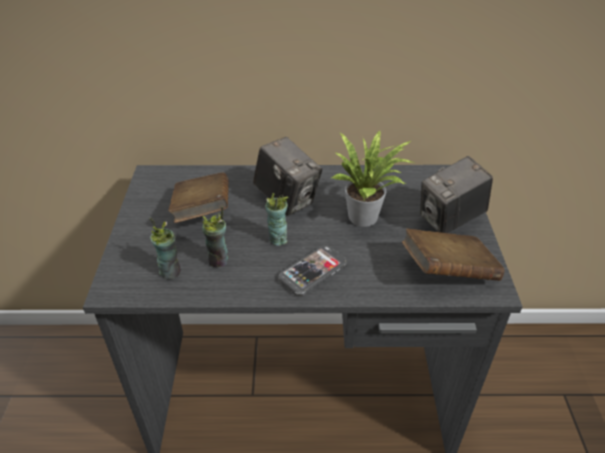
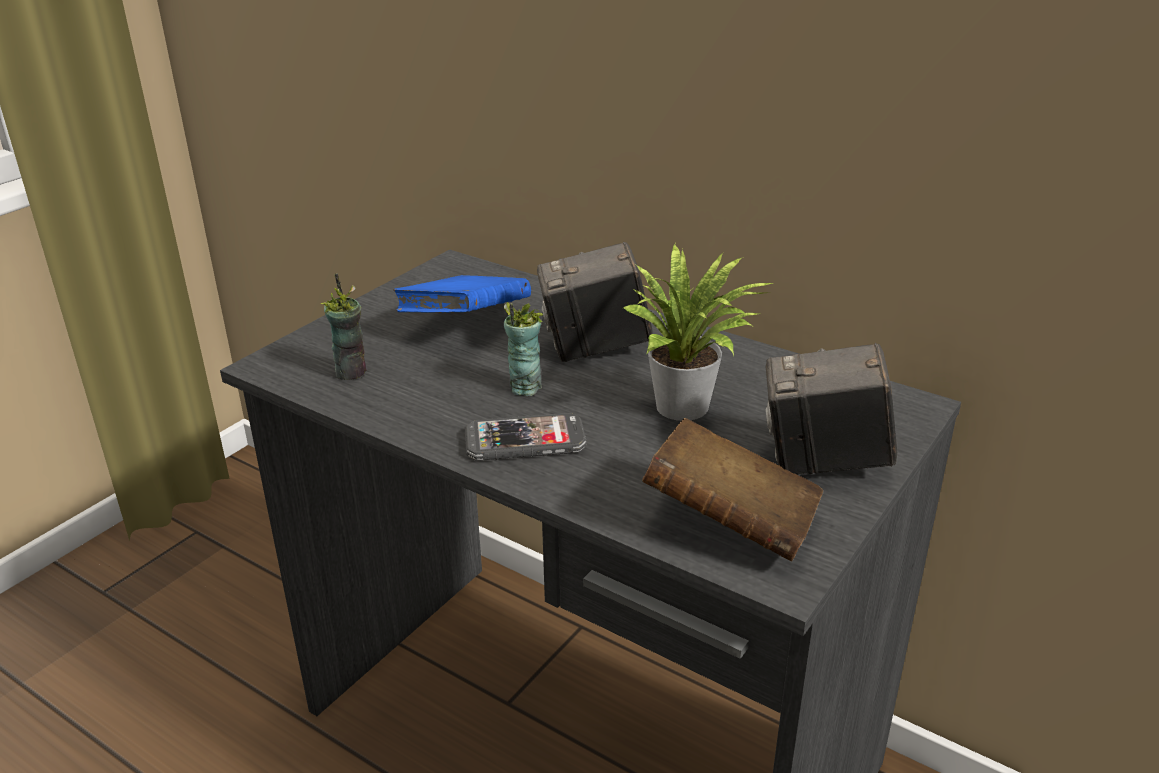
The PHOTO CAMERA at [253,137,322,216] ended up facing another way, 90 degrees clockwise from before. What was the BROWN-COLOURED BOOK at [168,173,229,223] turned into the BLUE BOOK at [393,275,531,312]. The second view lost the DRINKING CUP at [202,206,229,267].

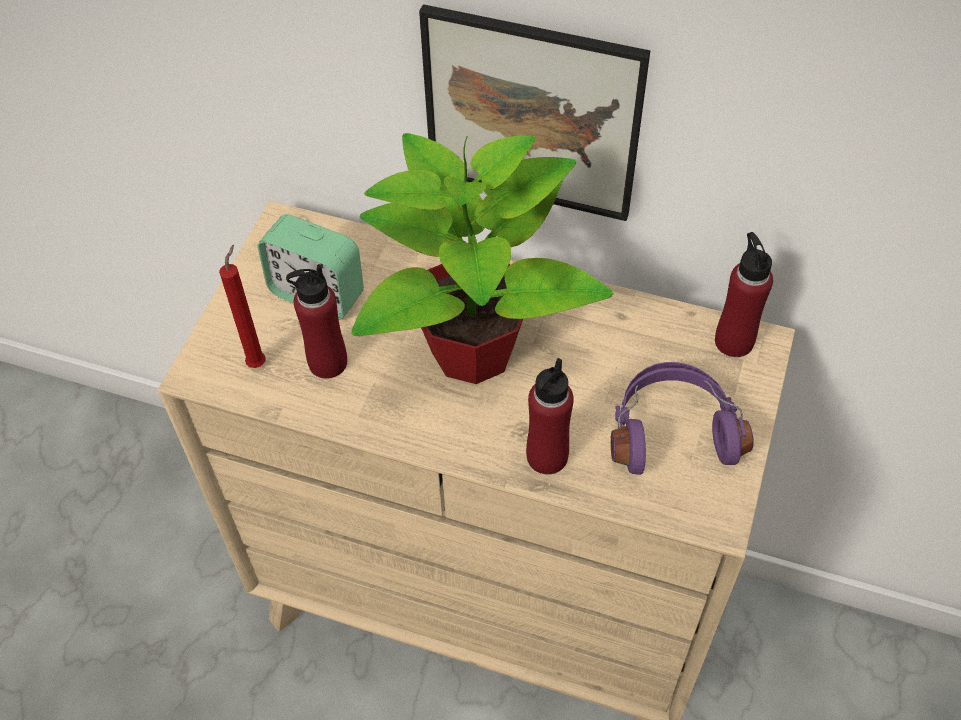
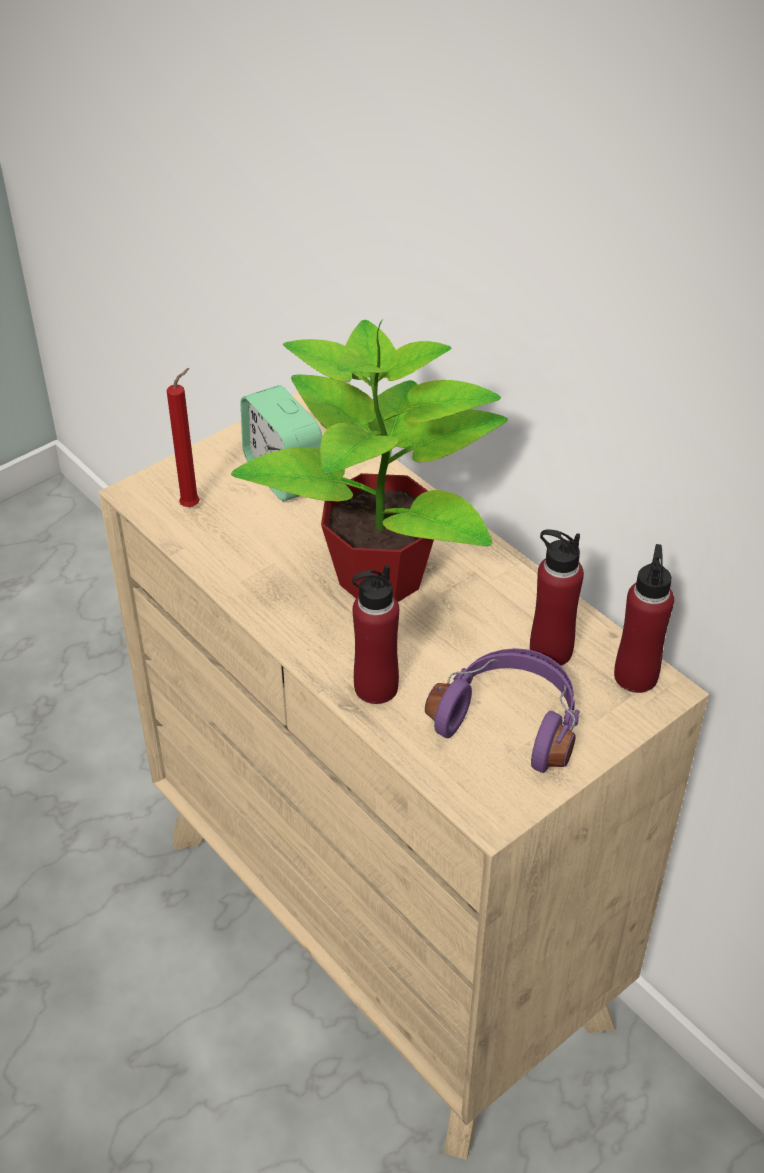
The second view lost the PICTURE at [419,4,650,221]. The RED BOTTLE ended up elsewhere, having gone from [286,264,347,379] to [530,529,584,666].

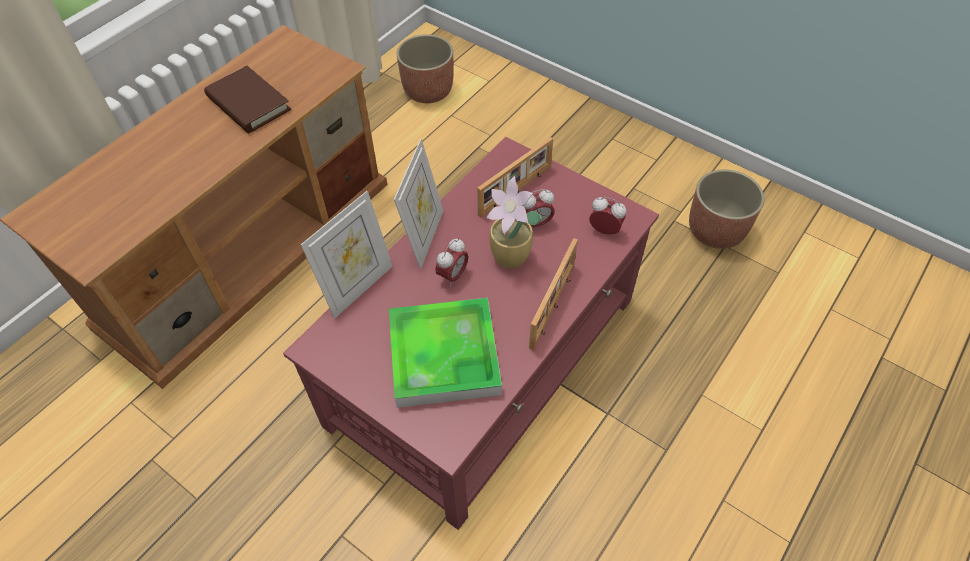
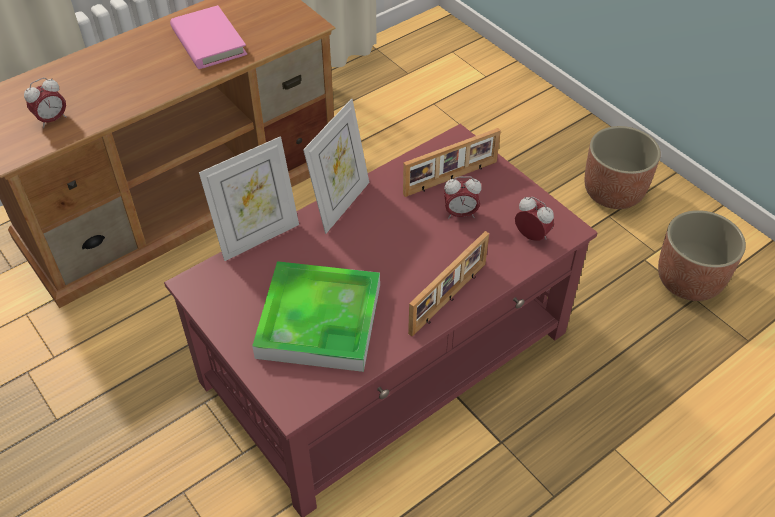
The PLANT POT ended up elsewhere, having gone from [397,34,453,103] to [585,126,661,209]. What was the BROWN-COLOURED BOOK at [204,66,291,133] turned into the PINK BOOK at [170,5,247,69]. The second view lost the HOUSEPLANT at [487,176,542,268]. The ALARM CLOCK ended up elsewhere, having gone from [435,238,468,287] to [24,77,67,128].

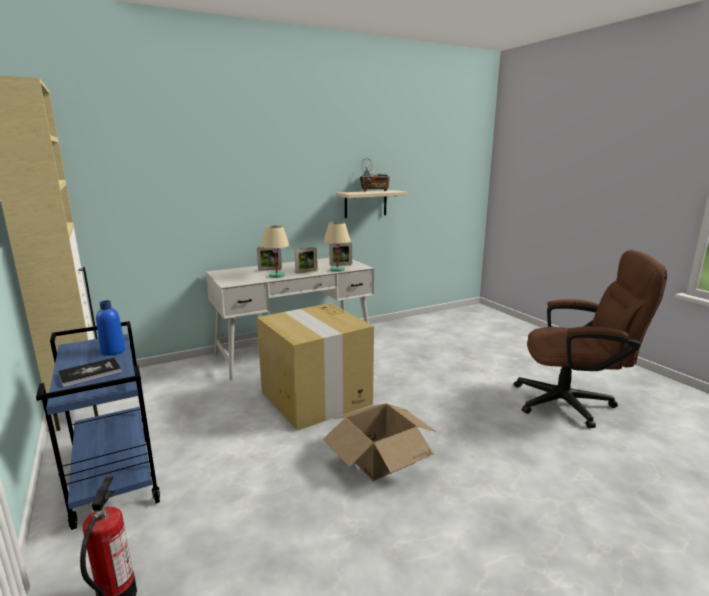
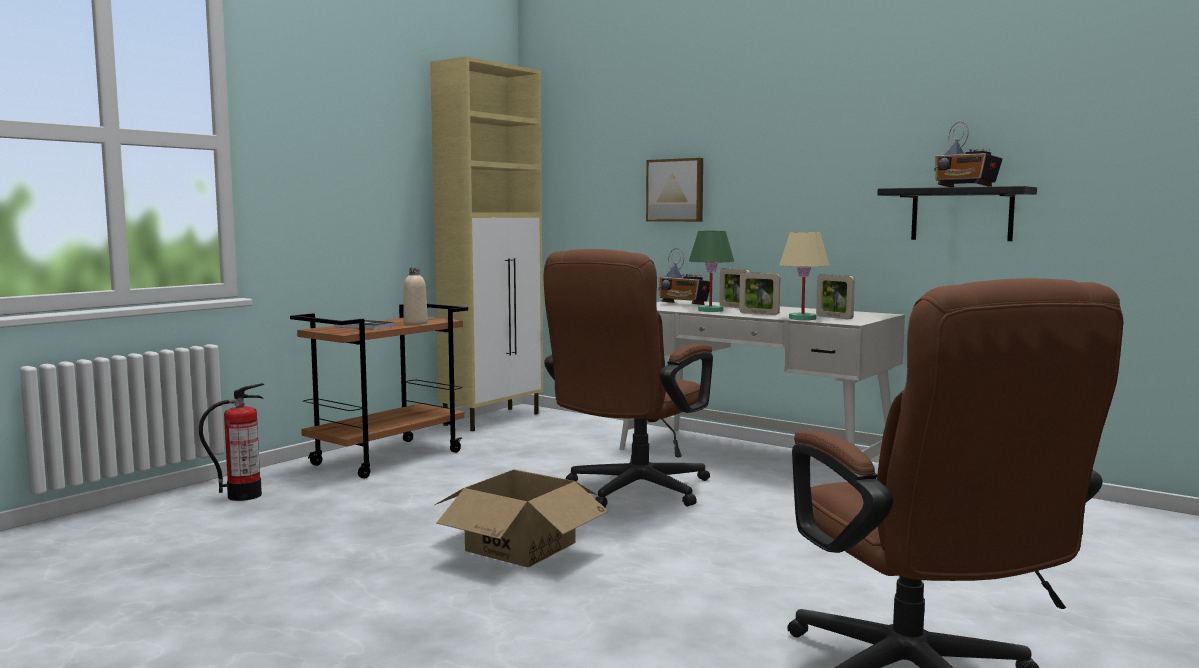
What was the BEIGE-COLOURED SHELF at [336,190,407,218] turned into the BLACK SHELF at [878,186,1037,241]. What was the BEIGE-COLOURED TABLE LAMP at [261,225,290,278] turned into the GREEN TABLE LAMP at [689,231,734,312]. What was the BLUE BOTTLE at [96,300,126,356] turned into the BEIGE-COLOURED BOTTLE at [403,268,428,325]. Where the PACKING BOX stood at [257,303,374,431], the BROWN-COLOURED COMPUTER CHAIR came to stand at [544,249,713,507]. What was the BLUE TROLLEY at [36,321,160,530] turned into the BROWN-COLOURED TROLLEY at [290,304,468,479]. The second view gained the PICTURE at [646,158,703,222]. The second view gained the RADIO RECEIVER at [658,248,710,305].

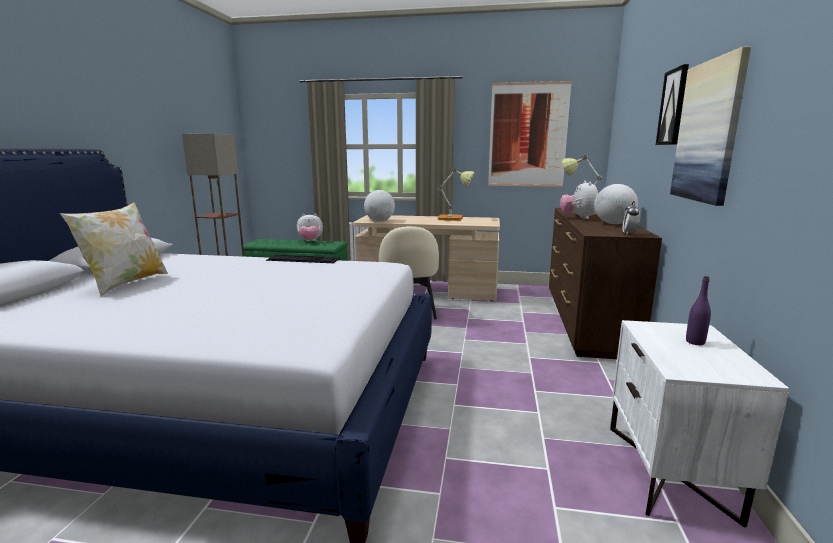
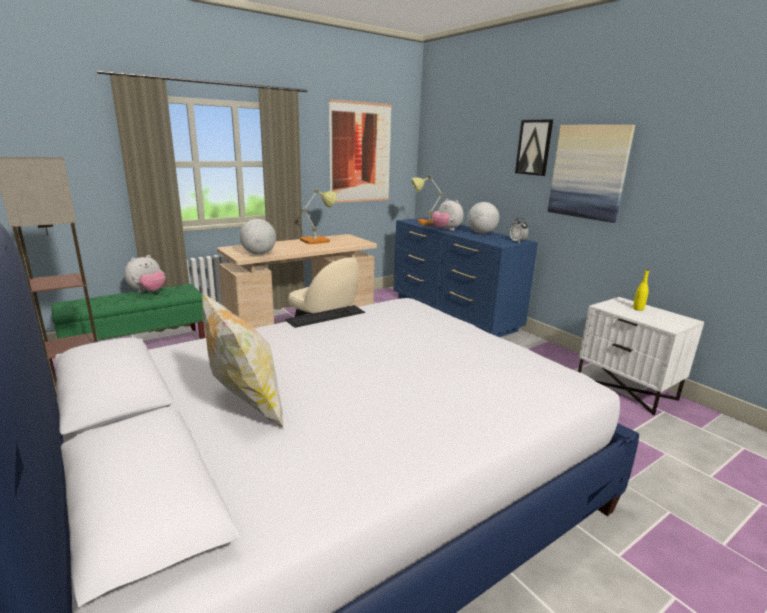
What was the BROWN-COLOURED CHEST OF DRAWERS at [549,208,662,359] turned into the BLUE CHEST OF DRAWERS at [394,217,538,337]. What was the PURPLE-COLOURED BOTTLE at [686,276,711,345] turned into the YELLOW-COLOURED BOTTLE at [633,269,649,311].

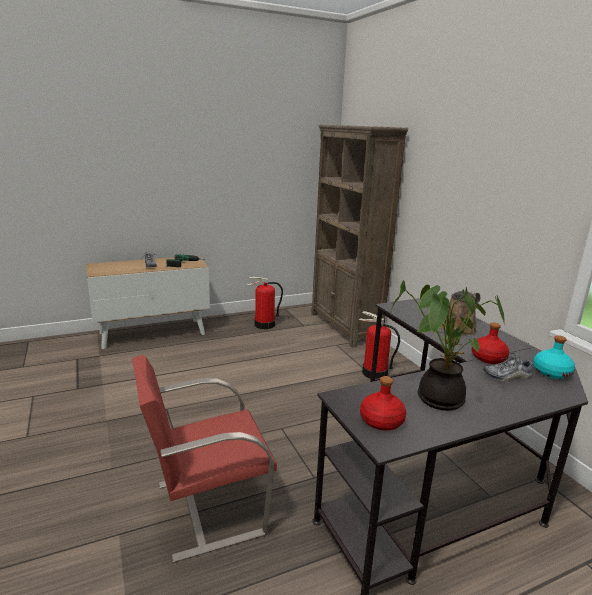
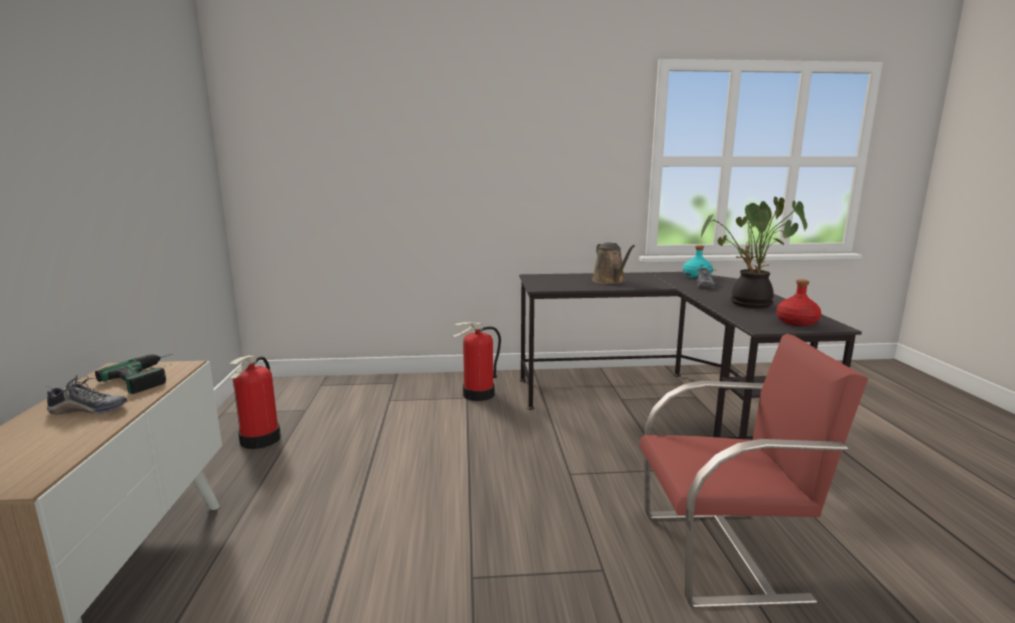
The second view lost the BROWN-COLOURED SHELVING UNIT at [311,125,408,348]. The second view lost the RED BOTTLE at [471,323,509,364]. The RED CHAIR at [132,355,277,563] ended up facing another way, 90 degrees counterclockwise from before.

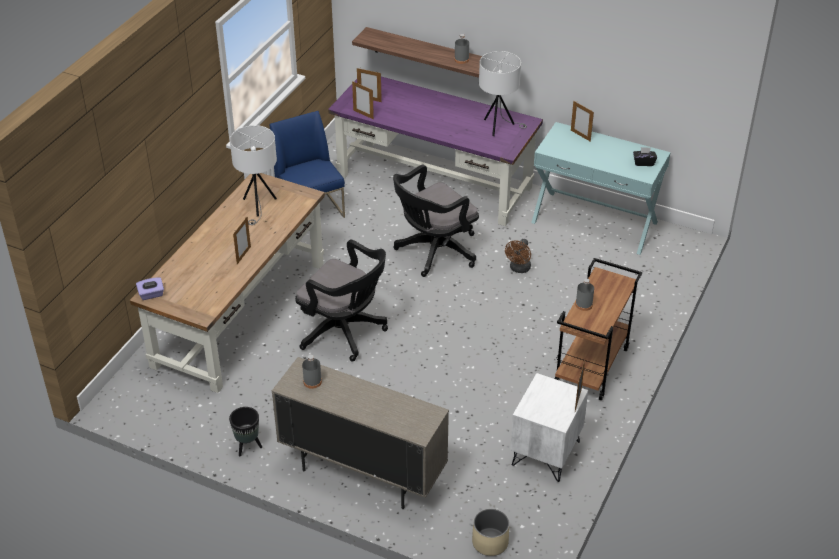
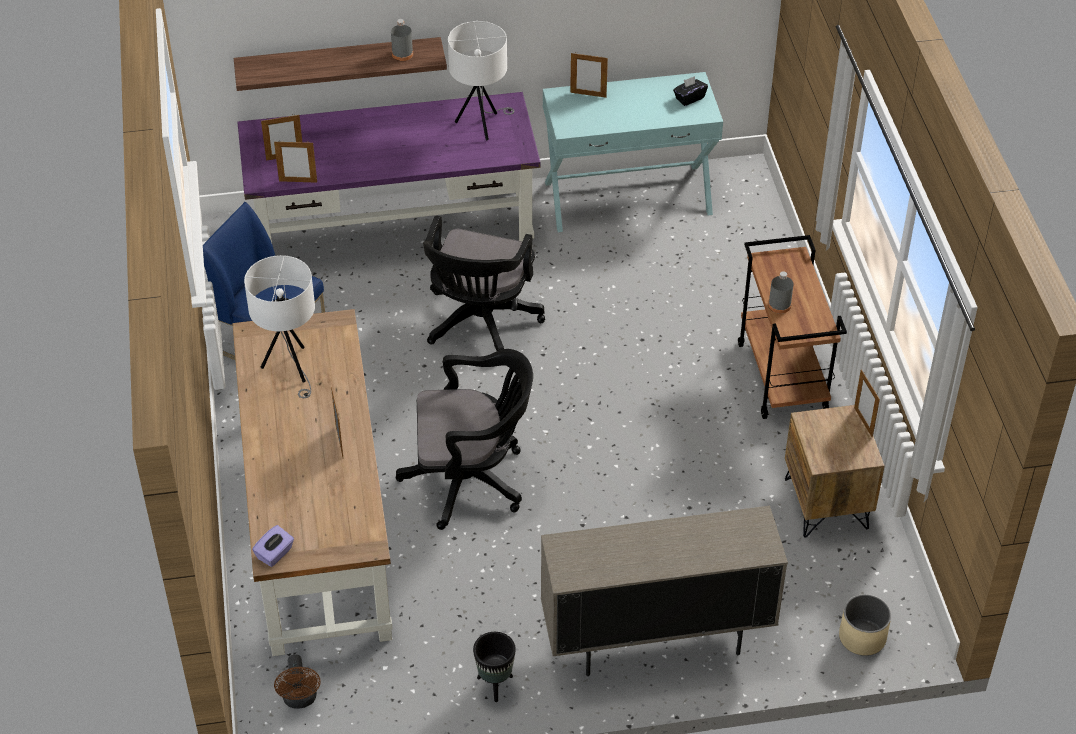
The BROWN-COLOURED COOLING FAN ended up elsewhere, having gone from [505,239,531,273] to [274,655,321,709]. The second view lost the GREY BOTTLE at [302,355,322,389]. What was the WHITE-COLOURED BEDSIDE TABLE at [510,373,588,482] turned into the BROWN-COLOURED BEDSIDE TABLE at [785,405,885,537].

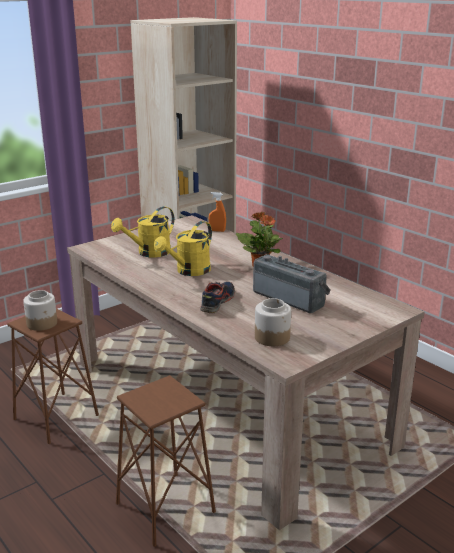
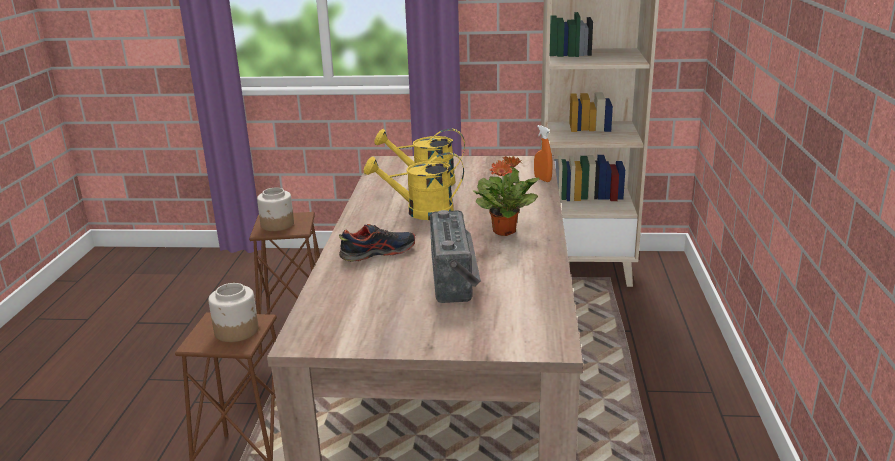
The STORAGE JAR ended up elsewhere, having gone from [255,298,291,346] to [208,283,259,342].

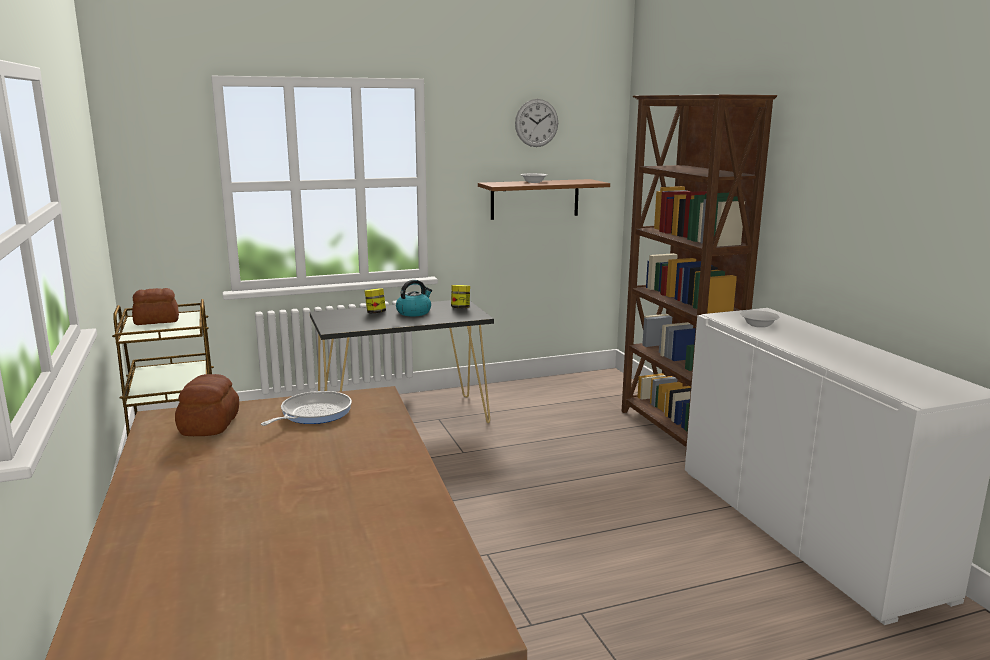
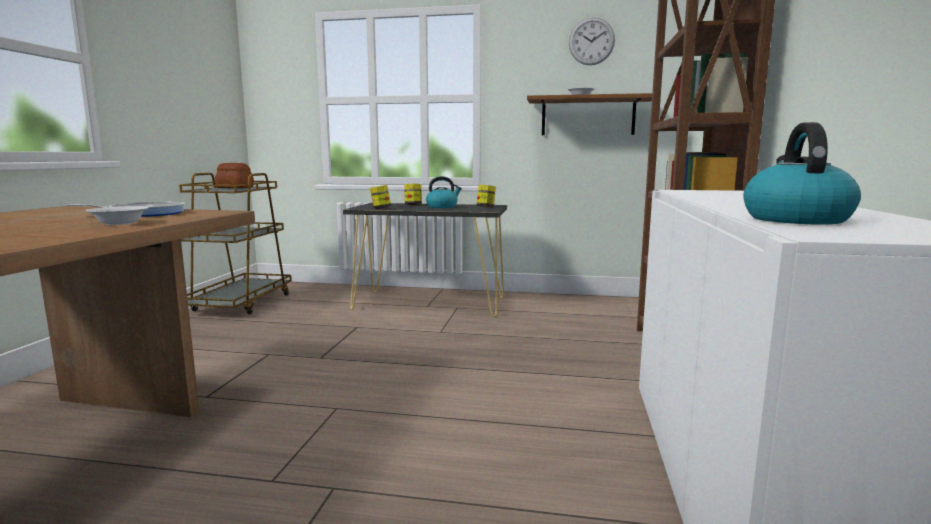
The WHITE-COLOURED BOWL ended up elsewhere, having gone from [741,310,779,328] to [86,206,149,225]. The second view lost the BREAD at [175,374,239,436]. The second view gained the TEA KETTLE at [743,122,861,225]. The second view gained the STORAGE JAR at [370,185,391,209].

